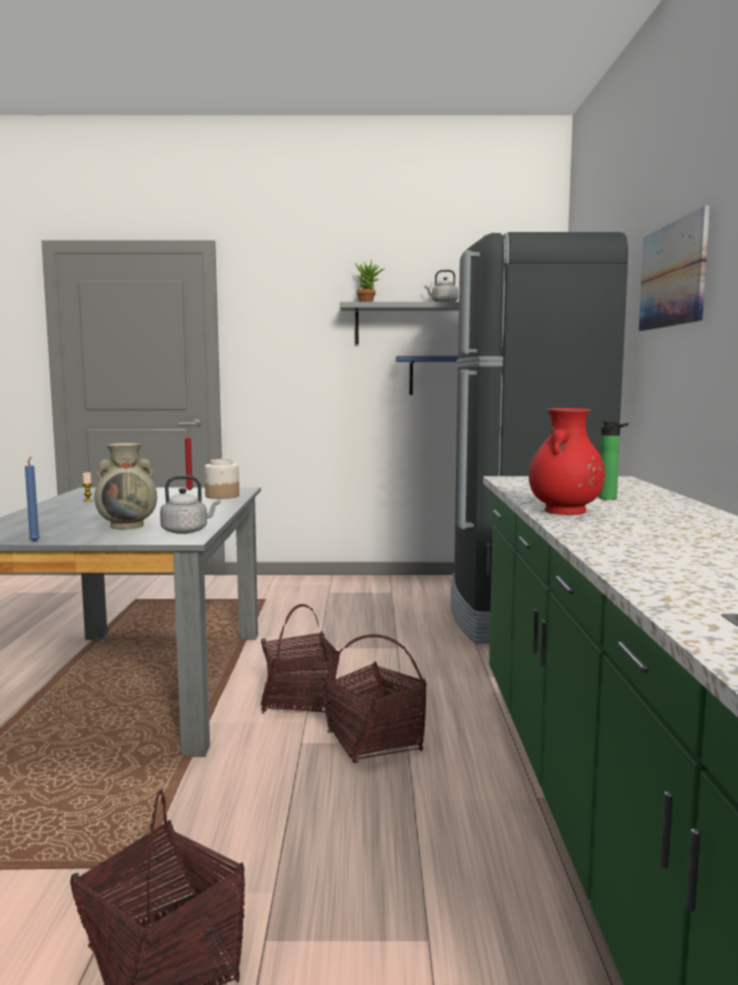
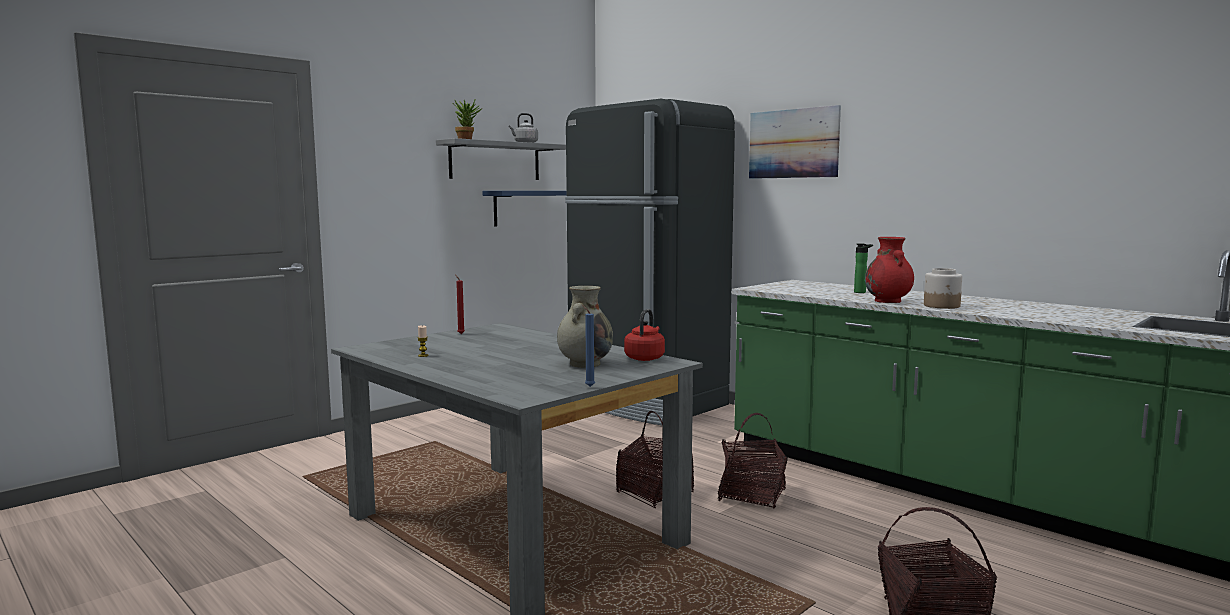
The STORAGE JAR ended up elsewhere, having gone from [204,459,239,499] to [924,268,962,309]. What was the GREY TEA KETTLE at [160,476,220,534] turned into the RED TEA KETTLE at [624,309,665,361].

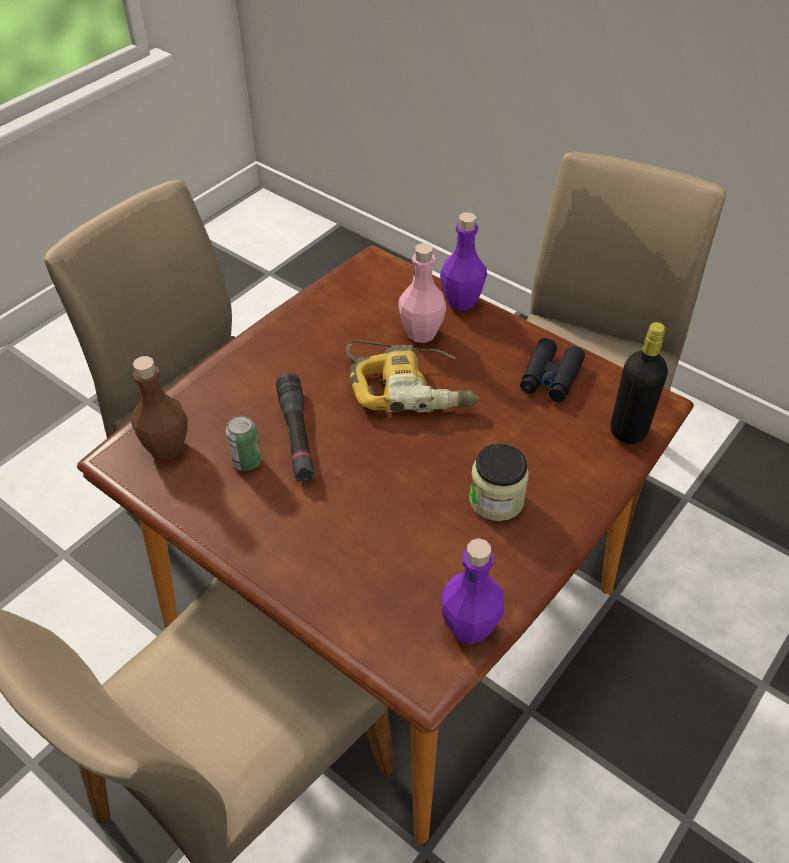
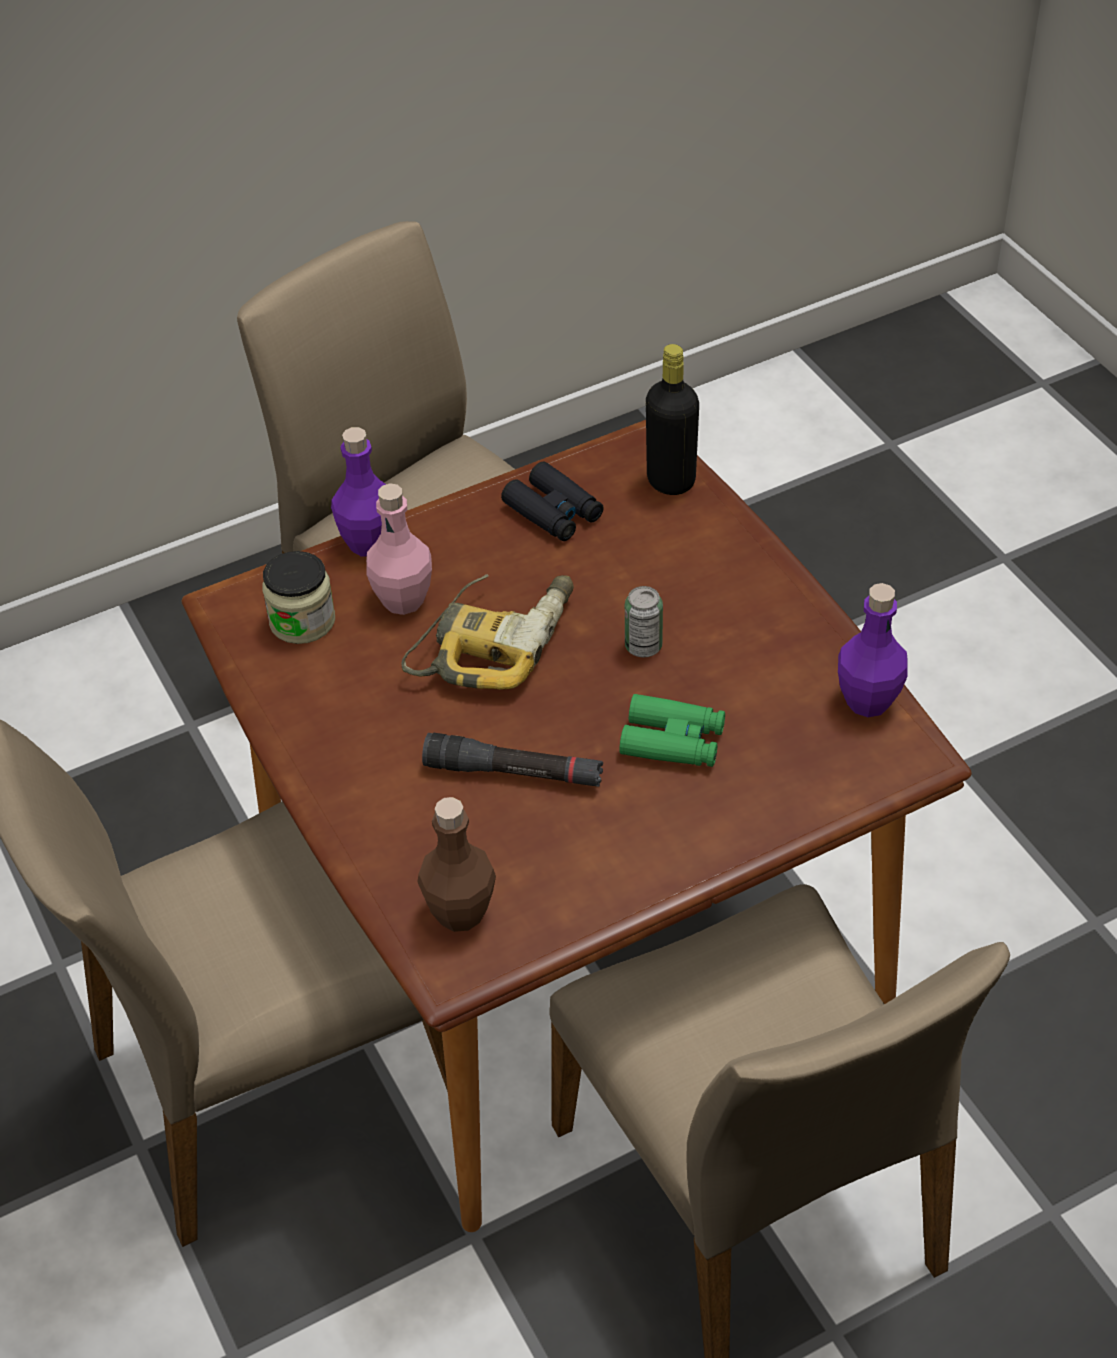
The CAN ended up elsewhere, having gone from [226,415,261,471] to [625,586,663,657]. The STORAGE JAR ended up elsewhere, having gone from [469,443,529,521] to [262,551,335,644]. The second view gained the GREEN BINOCULARS at [619,694,725,767].

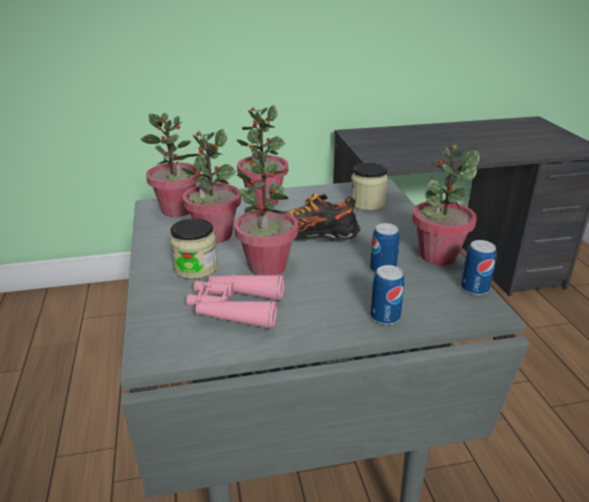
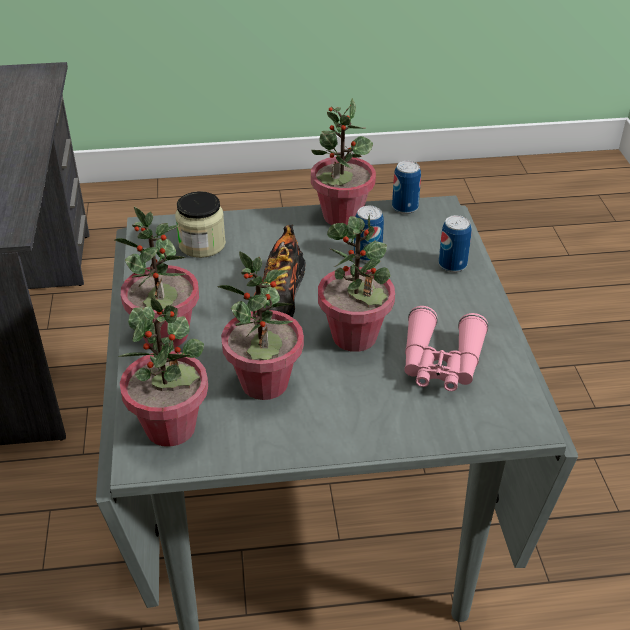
The second view lost the STORAGE JAR at [170,218,218,279].

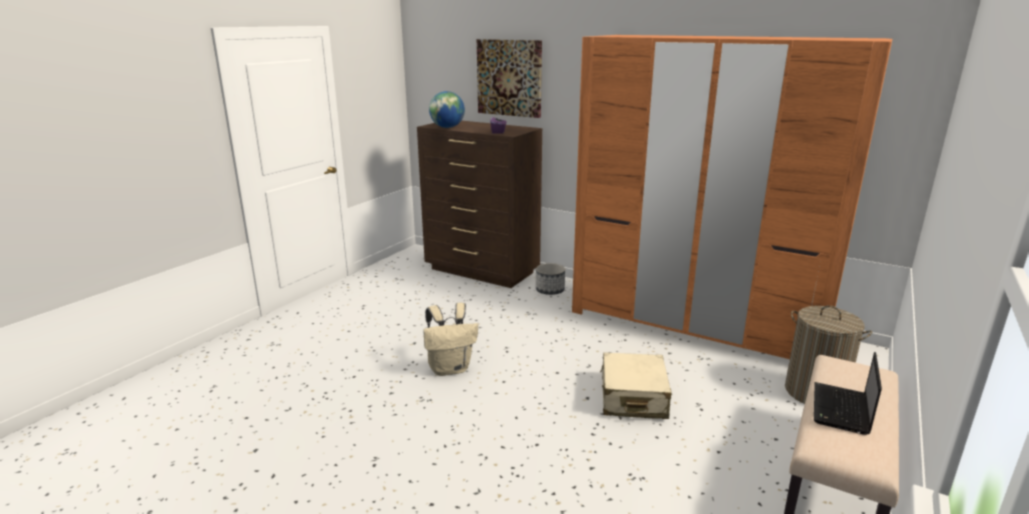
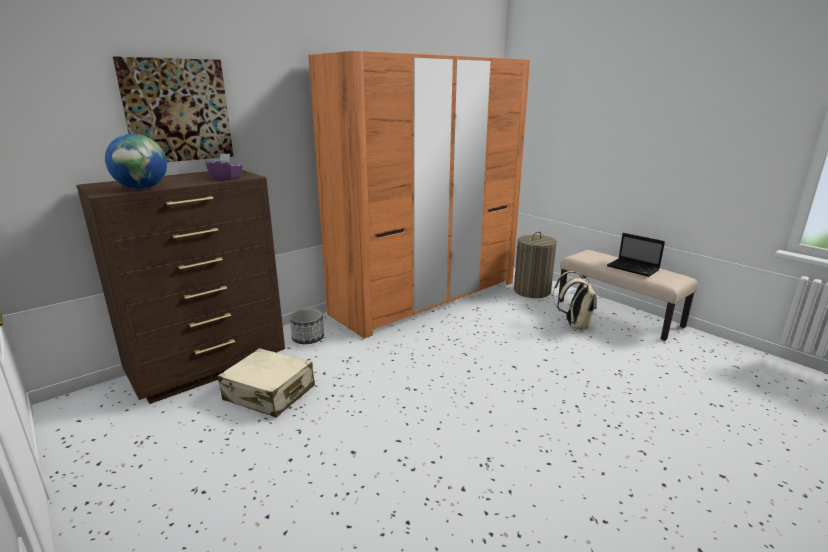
The BEIGE-COLOURED RUCKSACK ended up elsewhere, having gone from [423,303,478,376] to [553,271,597,330]. The BEIGE-COLOURED SUITCASE ended up elsewhere, having gone from [600,352,672,419] to [218,348,315,417].

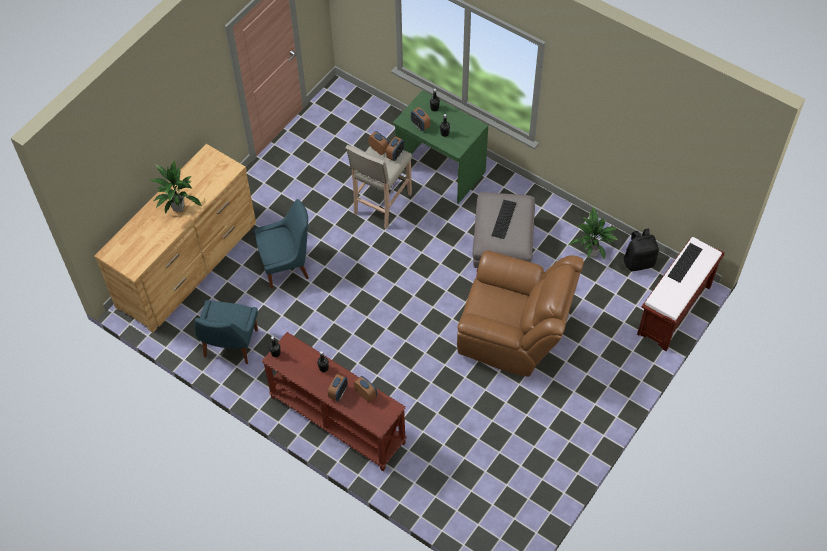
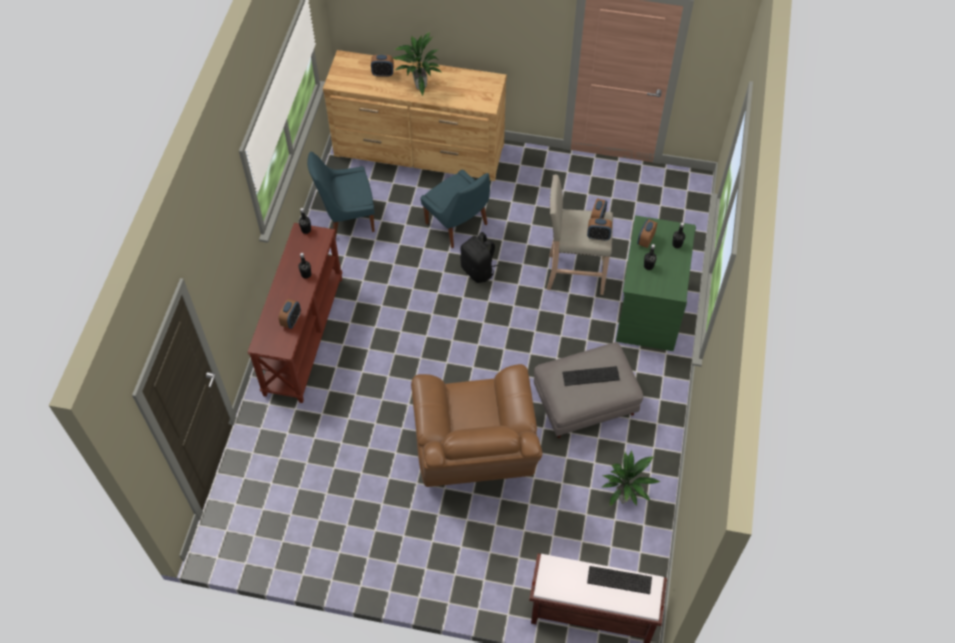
The BLACK RUCKSACK ended up elsewhere, having gone from [624,229,659,271] to [460,232,498,283]. The ALARM CLOCK ended up elsewhere, having gone from [328,374,348,401] to [371,55,394,77].

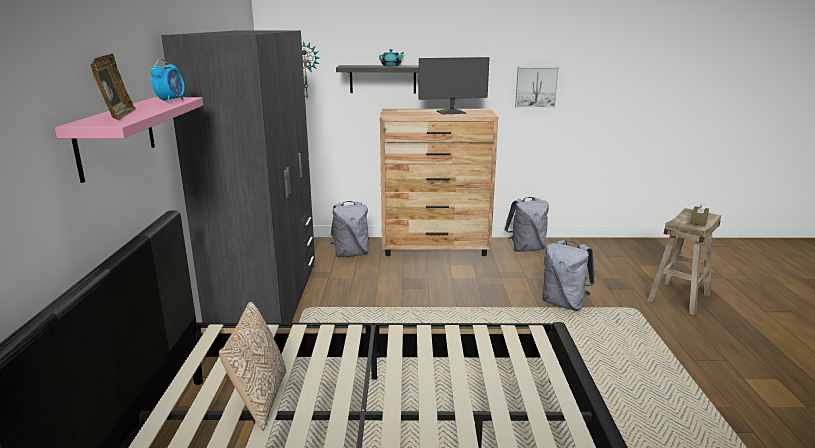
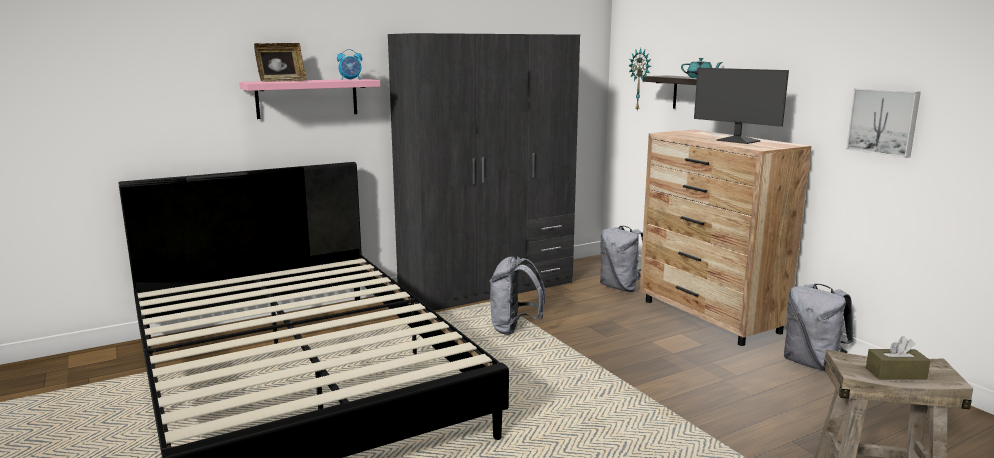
The GREY RUCKSACK ended up elsewhere, having gone from [542,240,595,311] to [489,256,545,335]. The second view lost the CUSHION at [219,302,286,430].

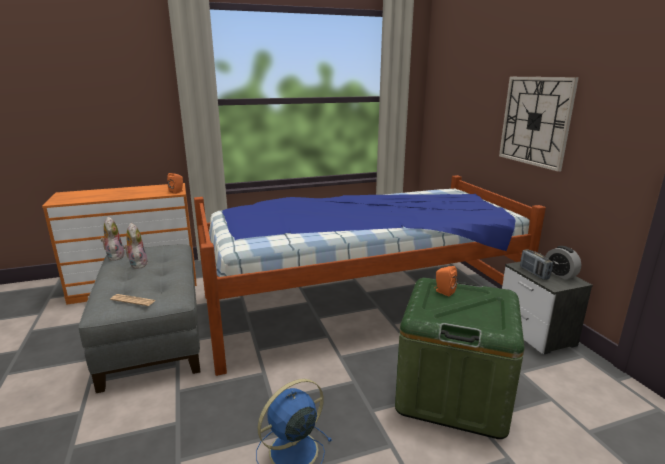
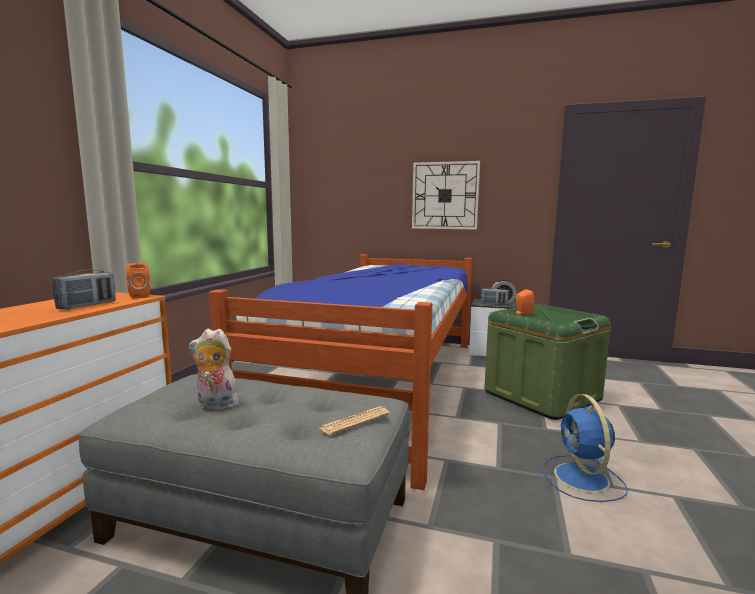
The second view lost the SOFT TOY at [101,217,125,261]. The second view gained the RADIO RECEIVER at [52,270,116,309].

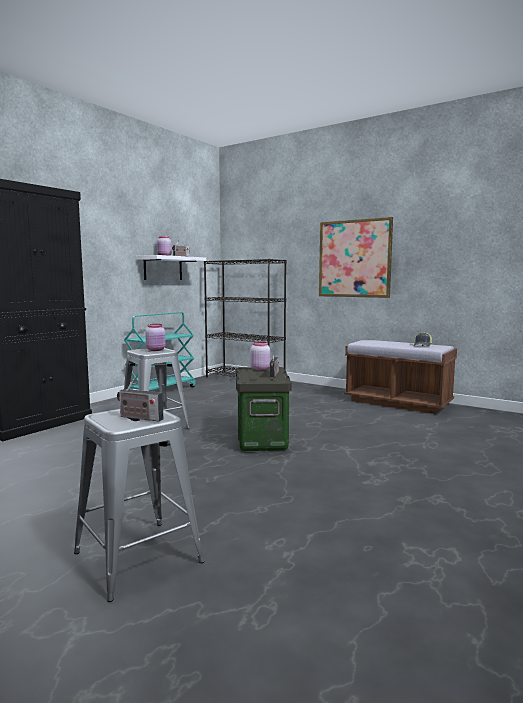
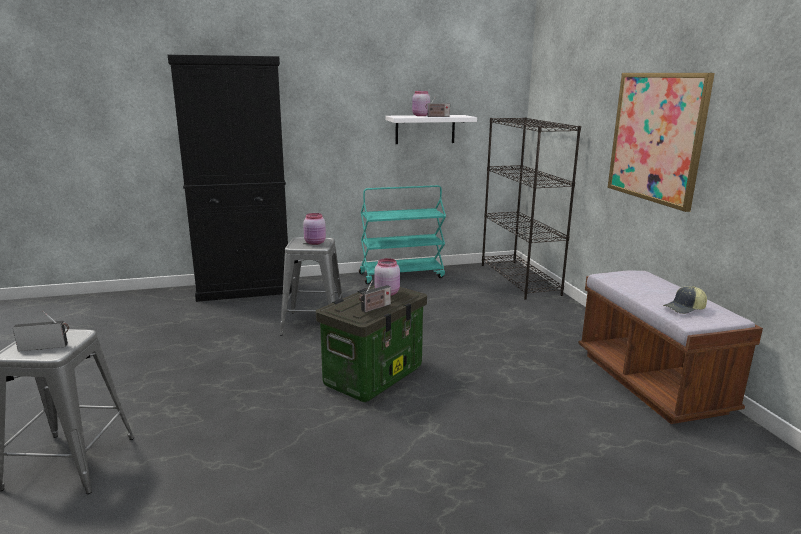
The RADIO RECEIVER at [117,376,163,421] ended up facing another way, 105 degrees clockwise from before.

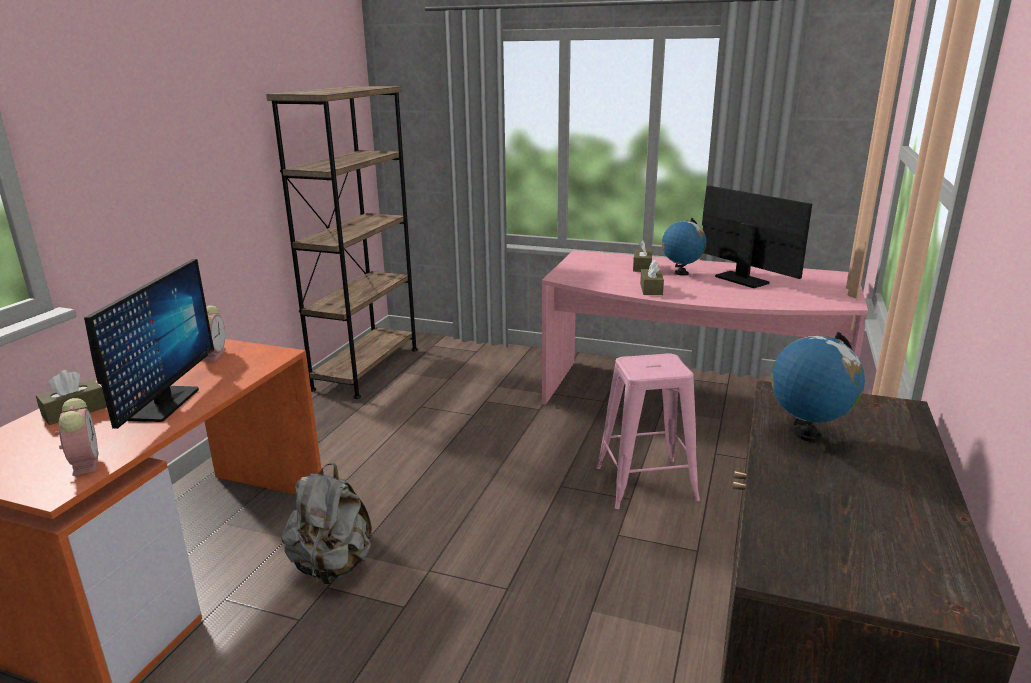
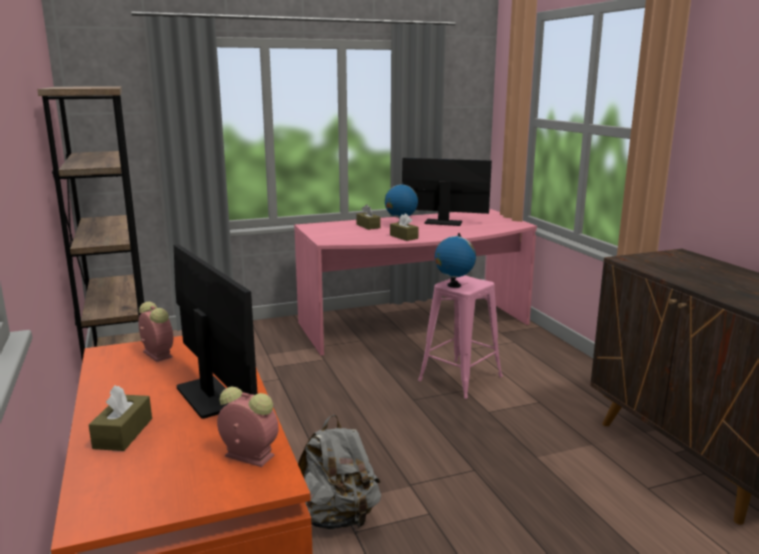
The WORLD GLOBE ended up elsewhere, having gone from [771,332,865,442] to [435,233,476,288].

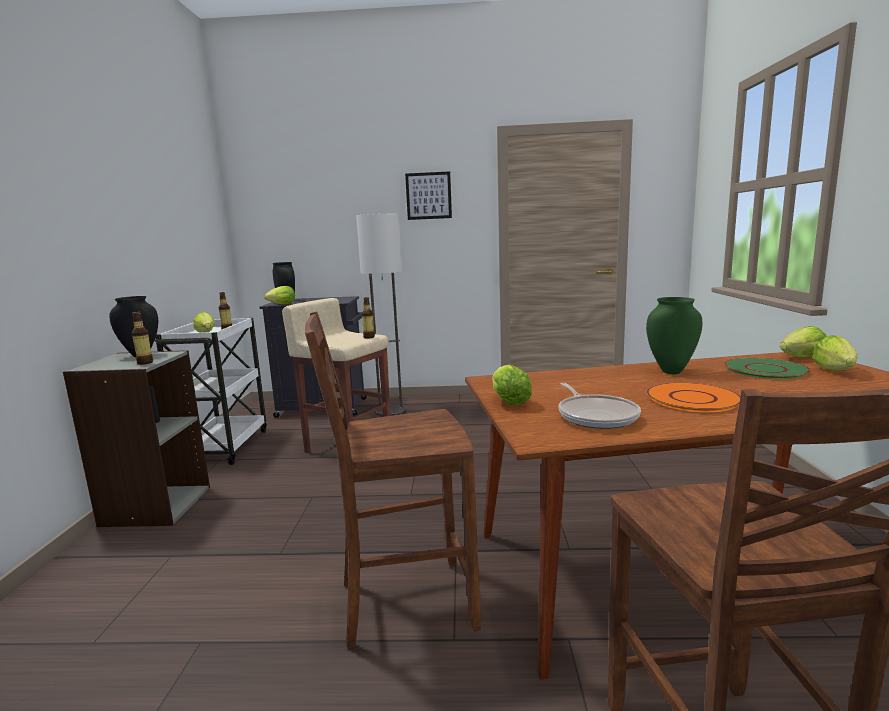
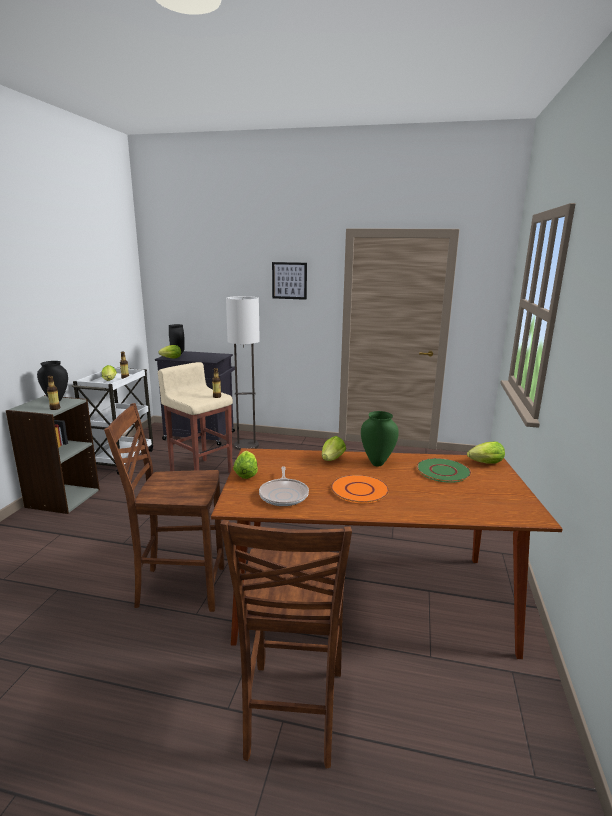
The LETTUCE HEAD ended up elsewhere, having gone from [812,335,858,371] to [322,436,346,461].

